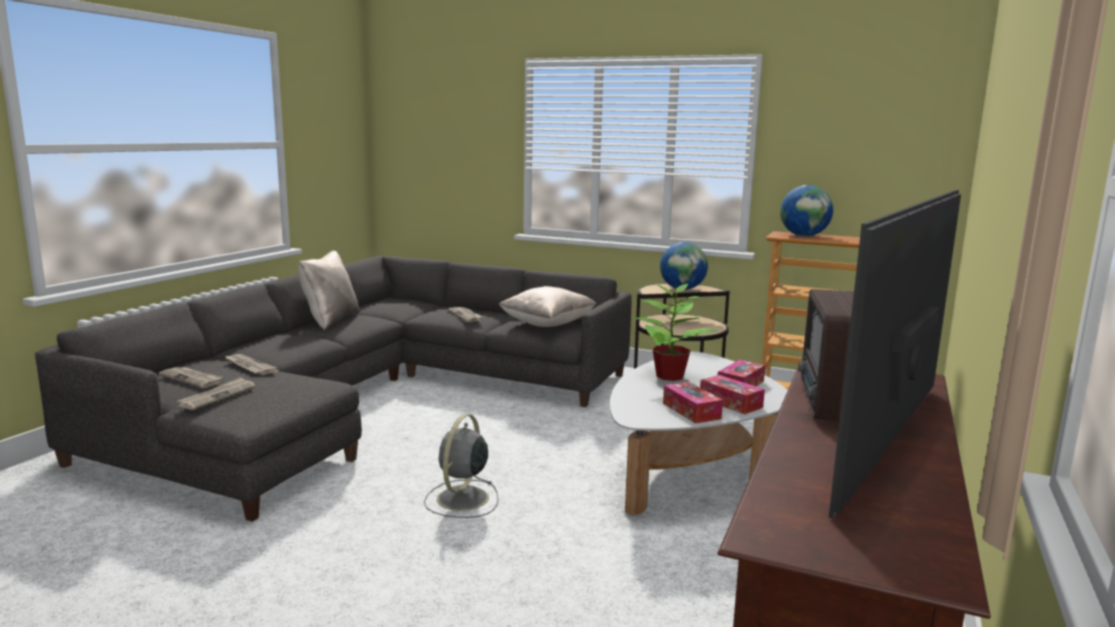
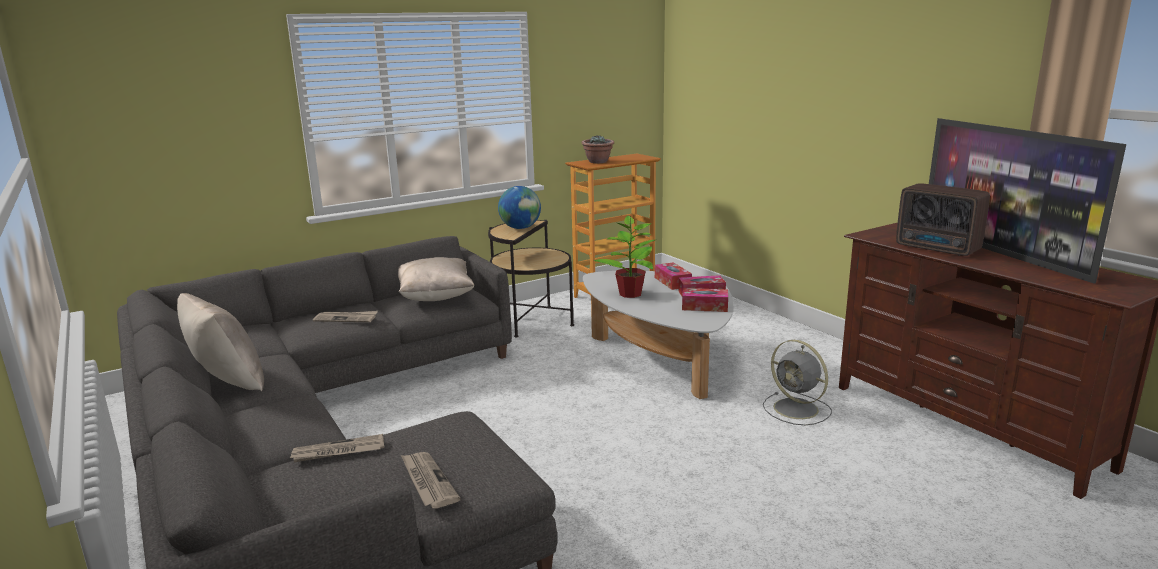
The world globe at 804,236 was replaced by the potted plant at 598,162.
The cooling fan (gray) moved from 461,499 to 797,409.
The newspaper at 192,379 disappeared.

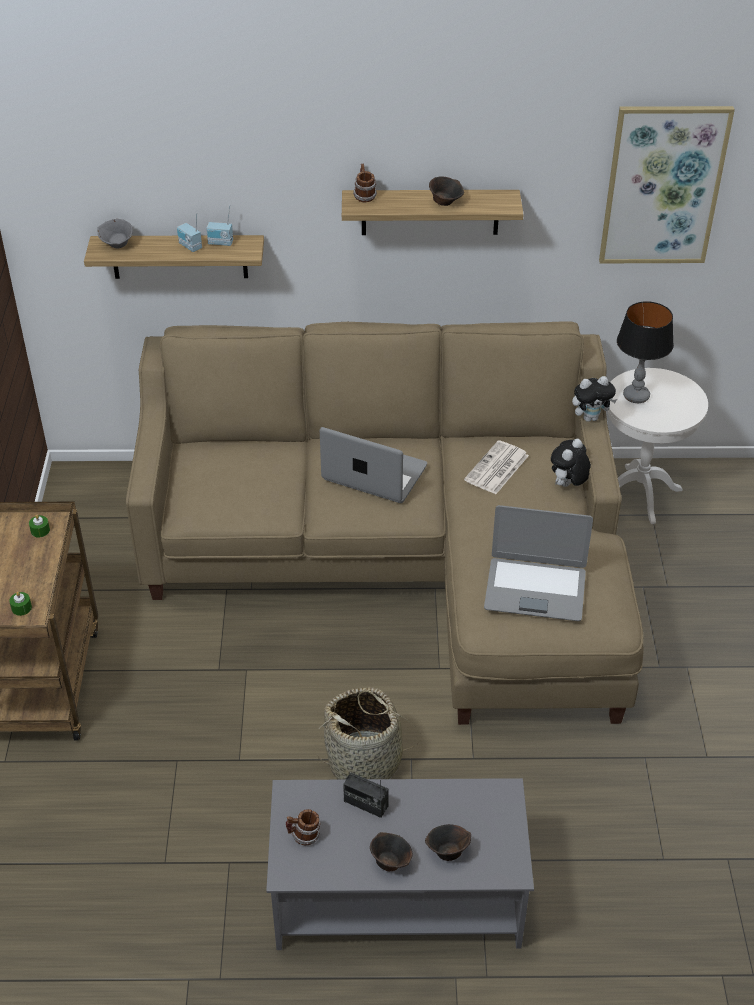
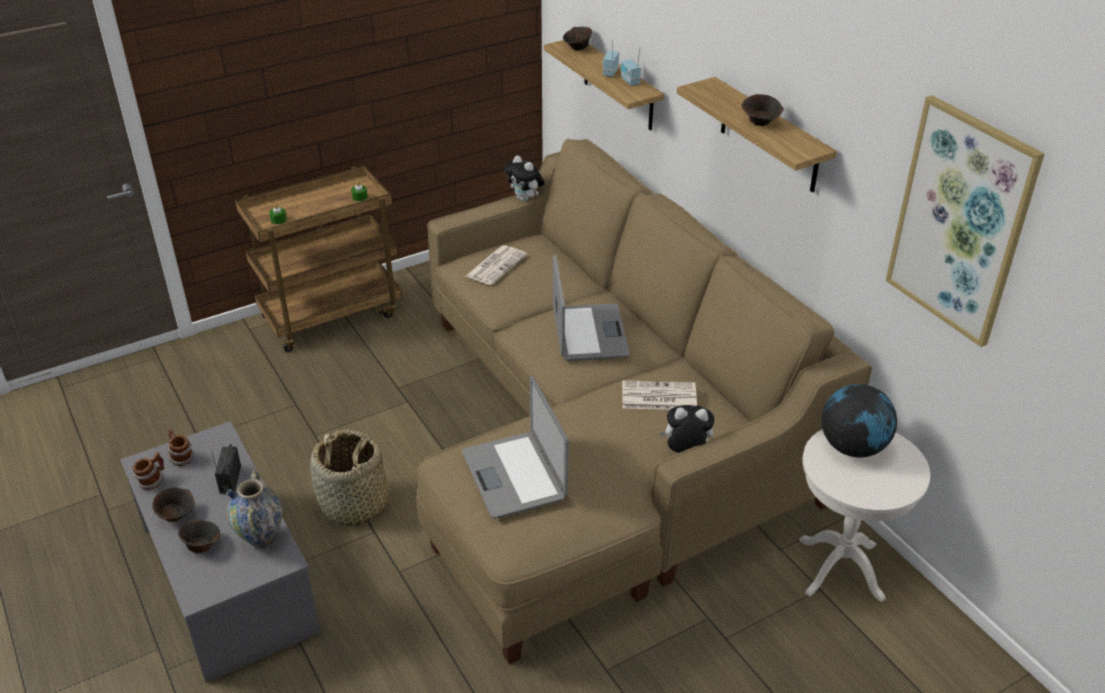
The mug moved from 364,196 to 152,481.
The flower vase at 261,539 appeared.
The newspaper at 496,265 appeared.
The plush toy moved from 590,417 to 525,199.
The deep dish (gray) at 117,245 became the deep dish (brown) at 577,48.
The tabletop lamp at 636,396 was replaced by the world globe at 852,447.

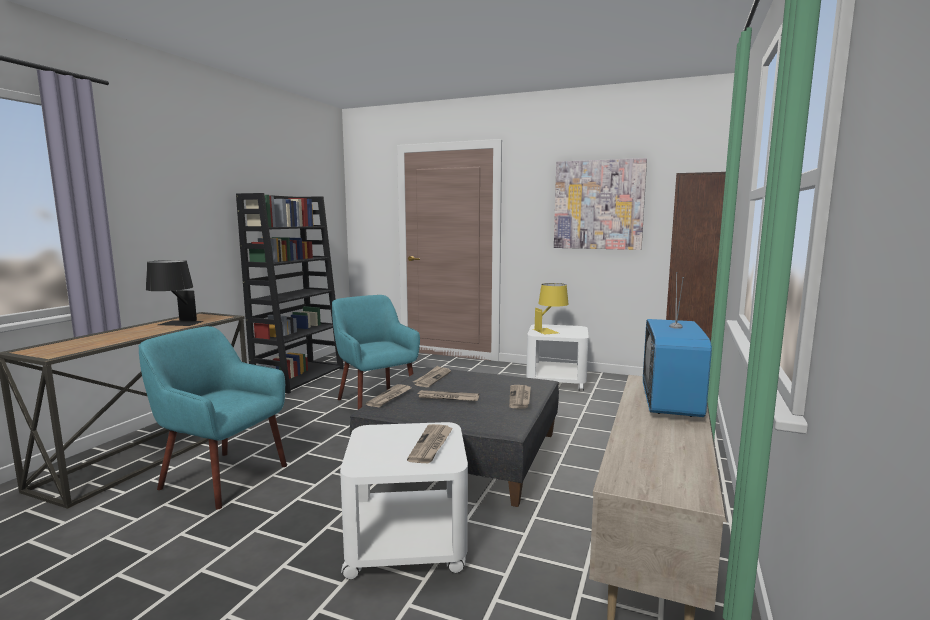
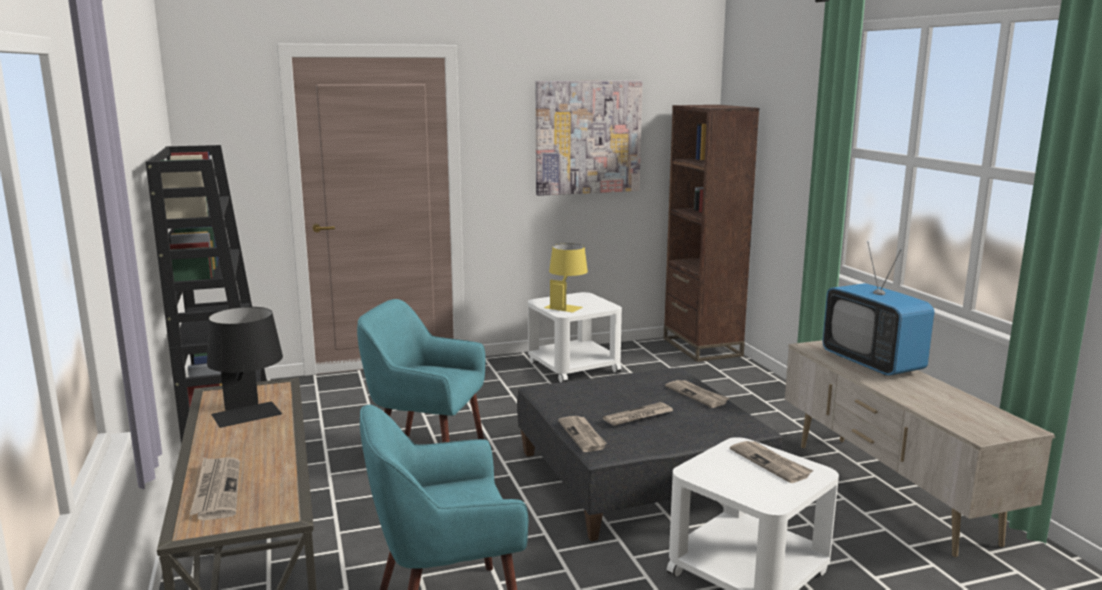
The newspaper moved from 432,378 to 216,490.

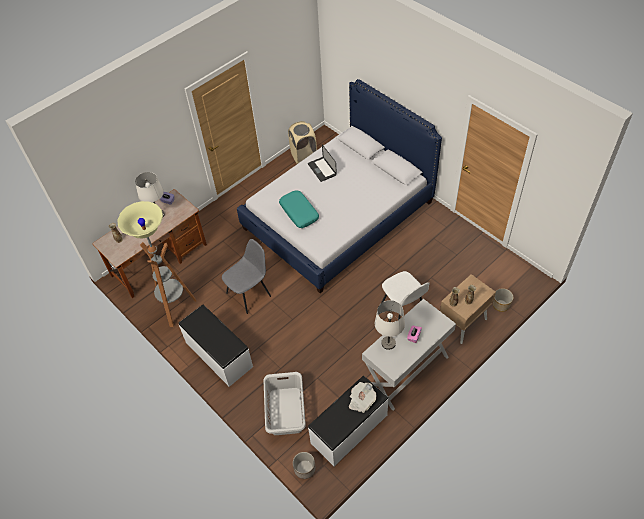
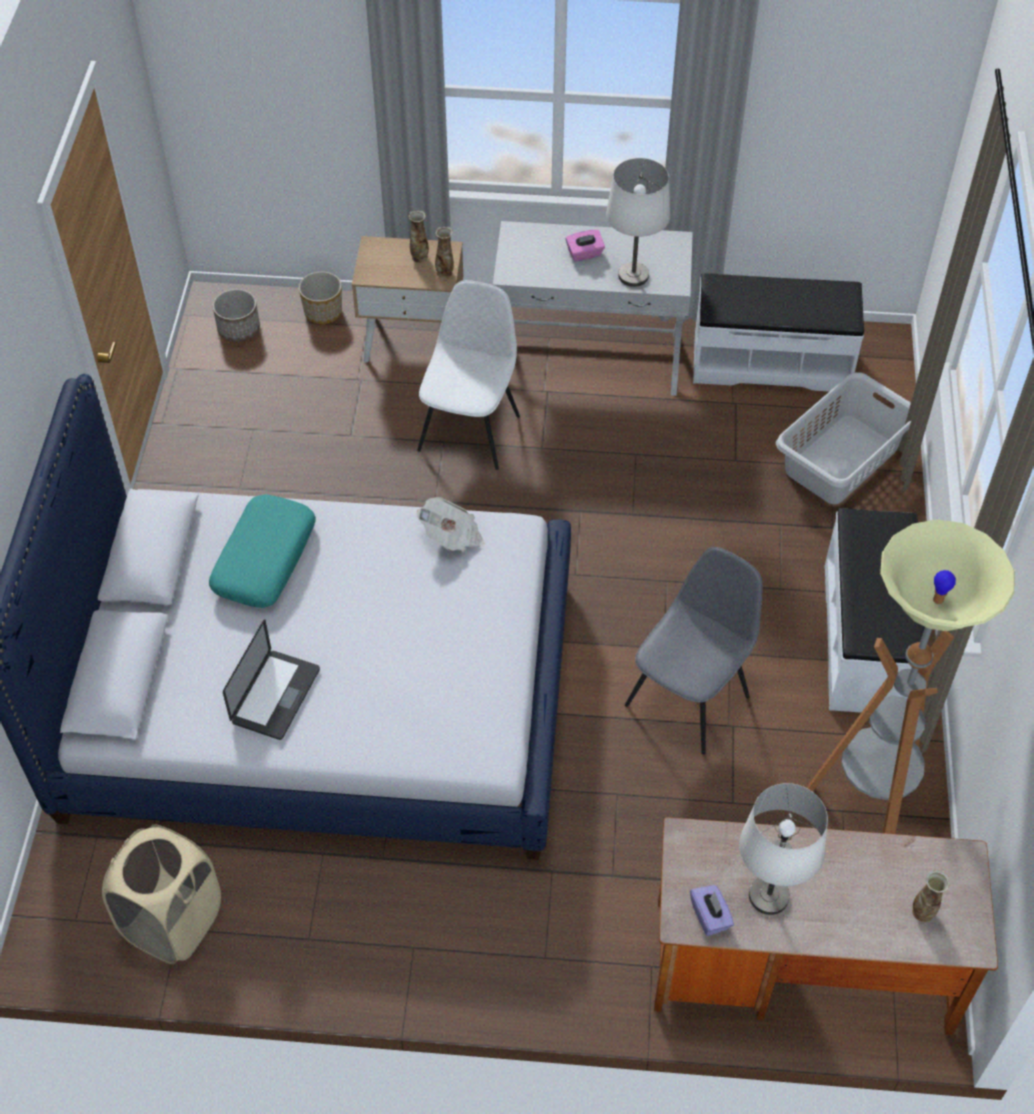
The pillow (blue-green) moved from 299,212 to 264,559.
The flower pot moved from 304,468 to 238,329.
The newspaper moved from 361,401 to 452,536.
The upright chair (gray) at 249,294 turned 120 degrees clockwise.

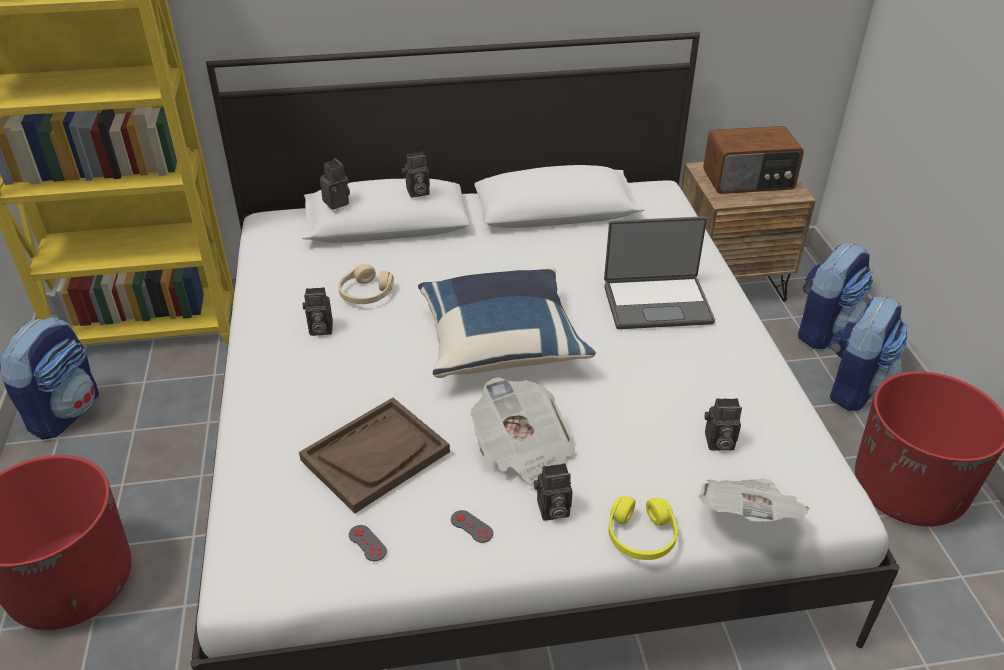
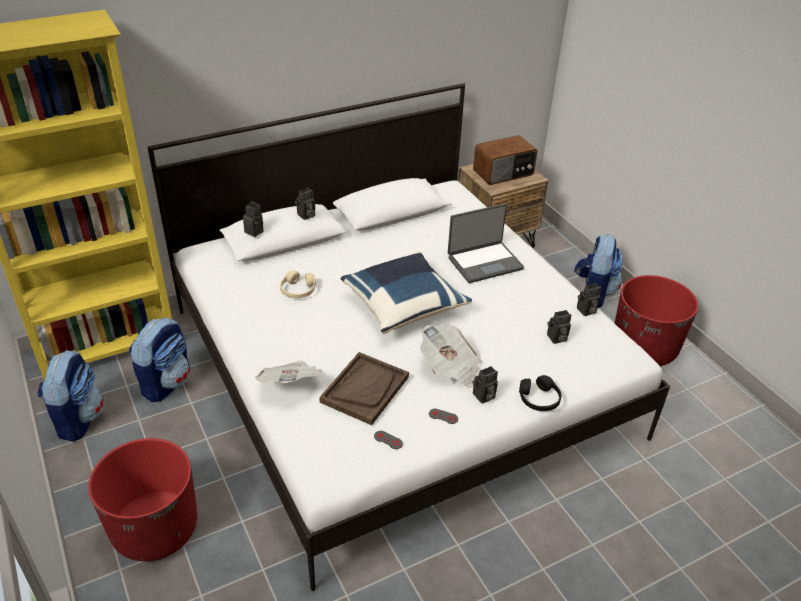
The rucksack moved from 824,330 to 166,382.
The newspaper moved from 748,517 to 290,384.
The pair of headphones (yellow) at 641,536 became the pair of headphones (black) at 539,399.
The photo camera moved from 319,329 to 586,311.

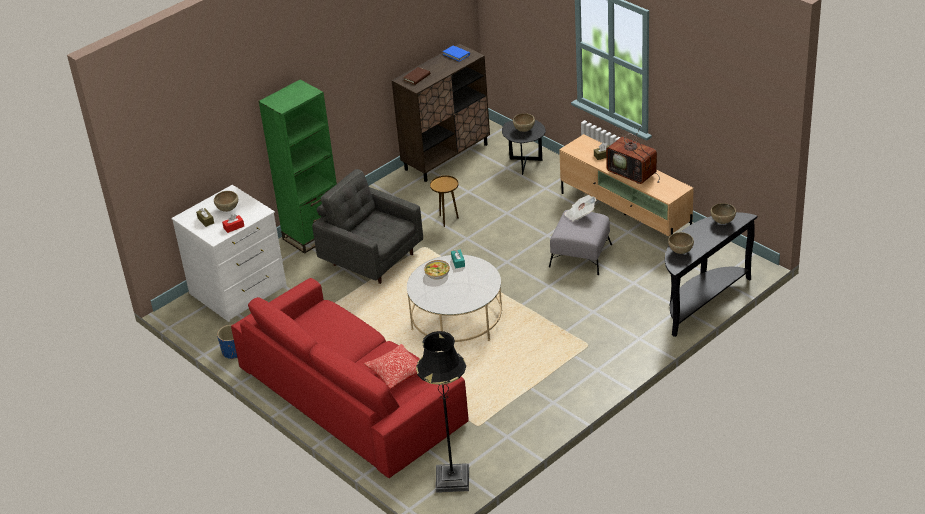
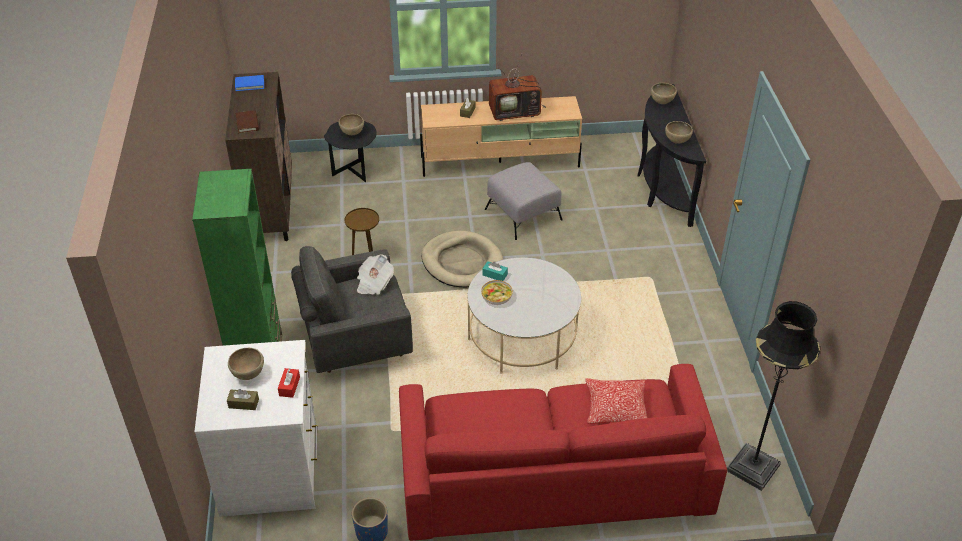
The newspaper moved from 580,215 to 374,283.
The pet bed (beige) at 462,262 appeared.

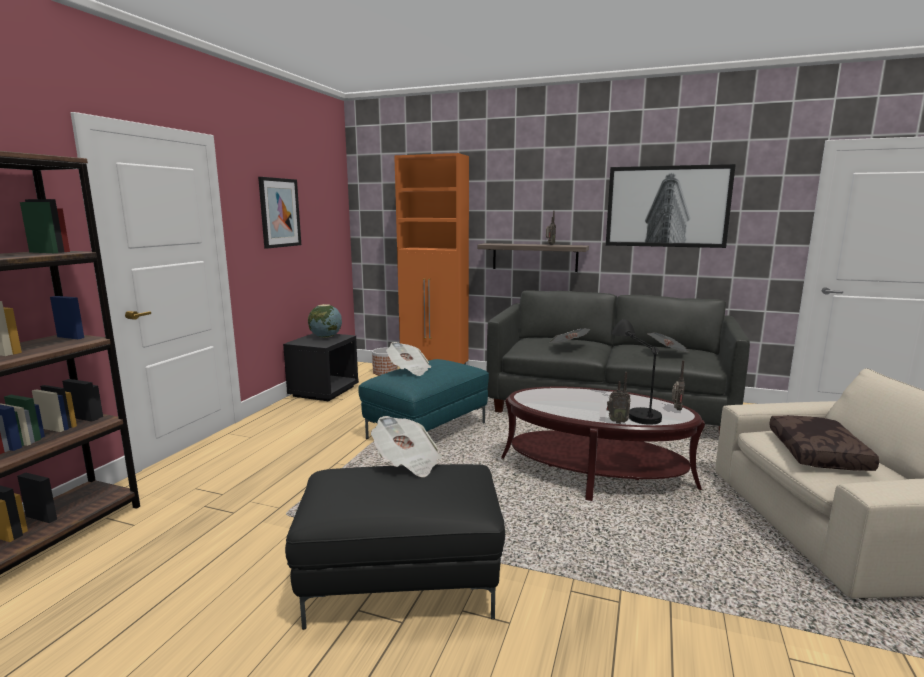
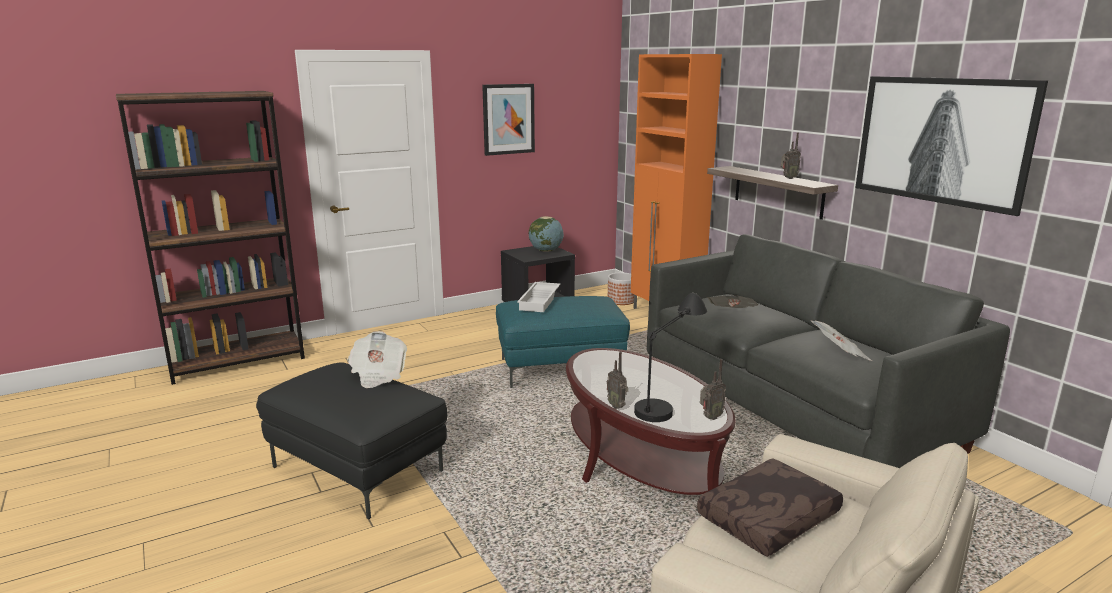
The newspaper at 409,370 was replaced by the tray (white-coloured) at 540,301.

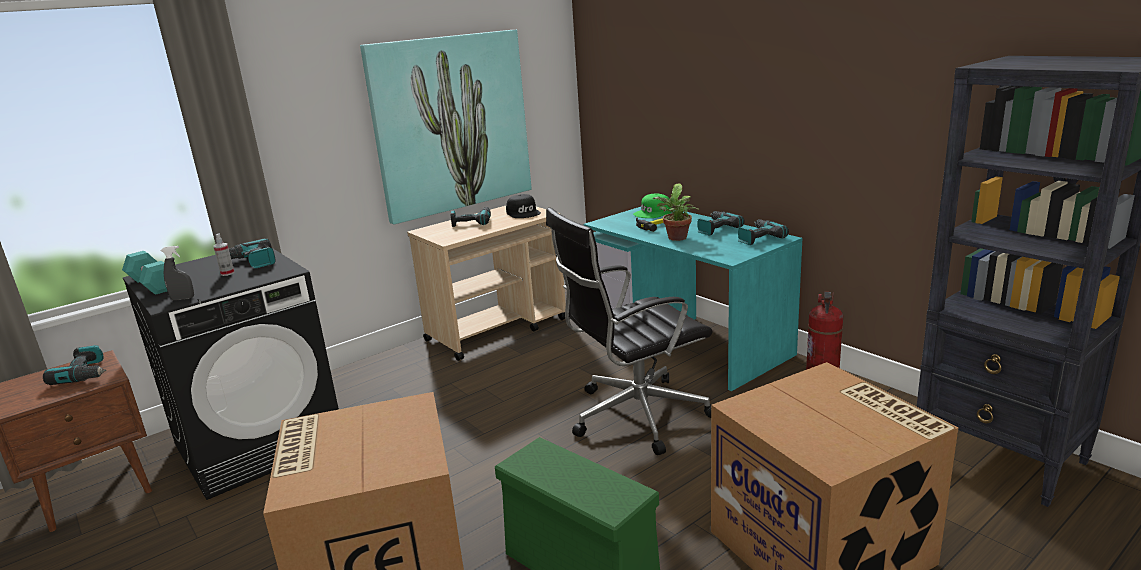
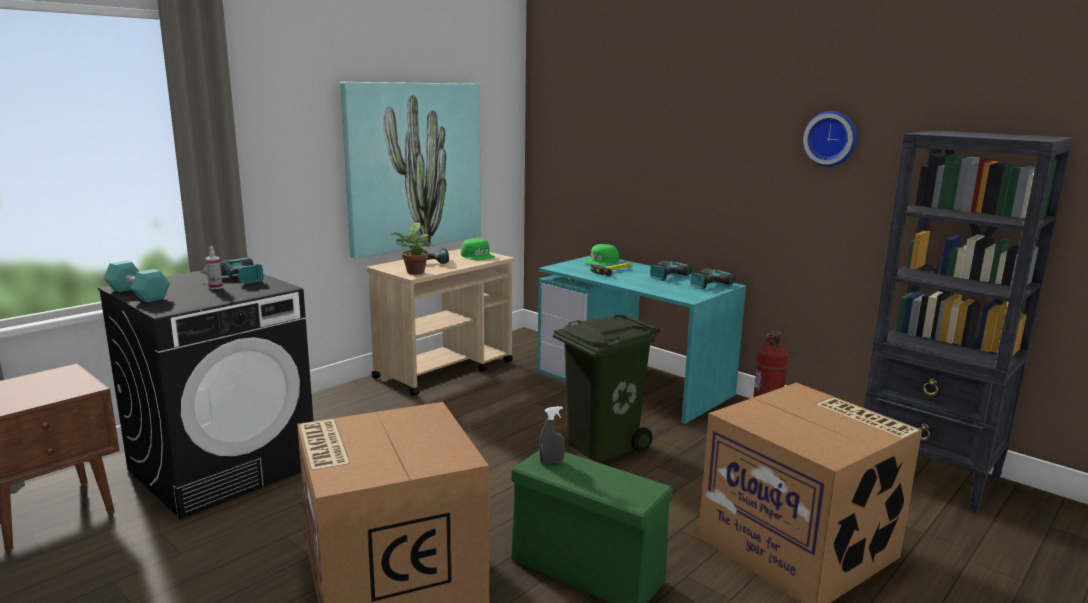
The potted plant moved from 676,238 to 414,273.
The cap (black) at 524,213 became the cap (green-coloured) at 478,256.
The hand sprayer (gray) moved from 183,299 to 551,462.
The computer chair (black) at 635,415 was replaced by the waste bin (green-coloured) at 601,443.
The hanging clock at 831,138 appeared.
The power drill at 86,373 disappeared.

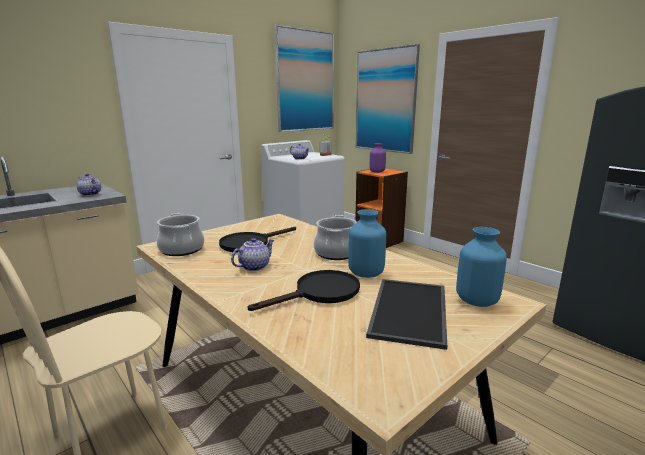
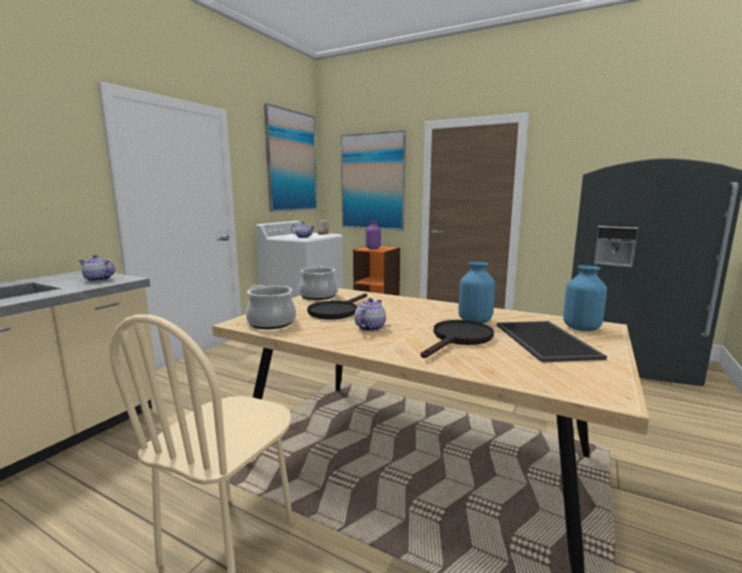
The cooking pot moved from 336,253 to 318,296.

